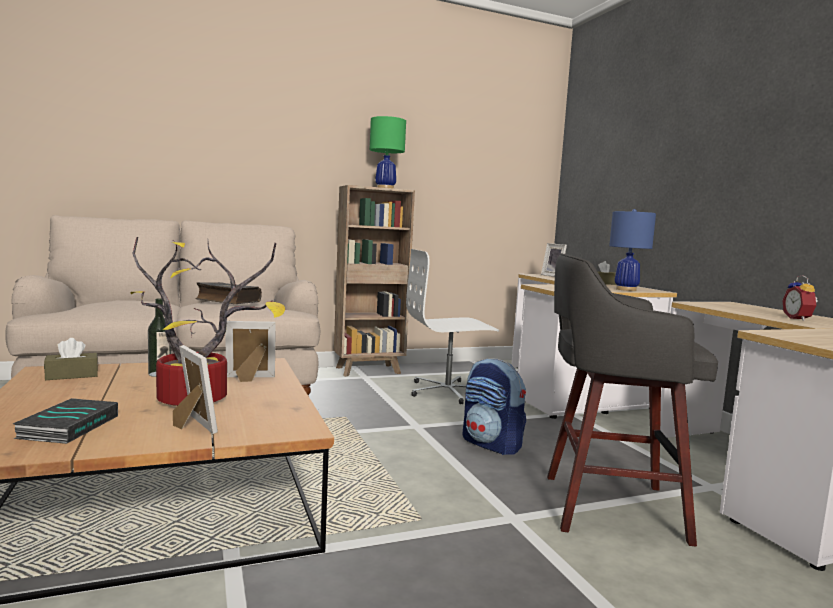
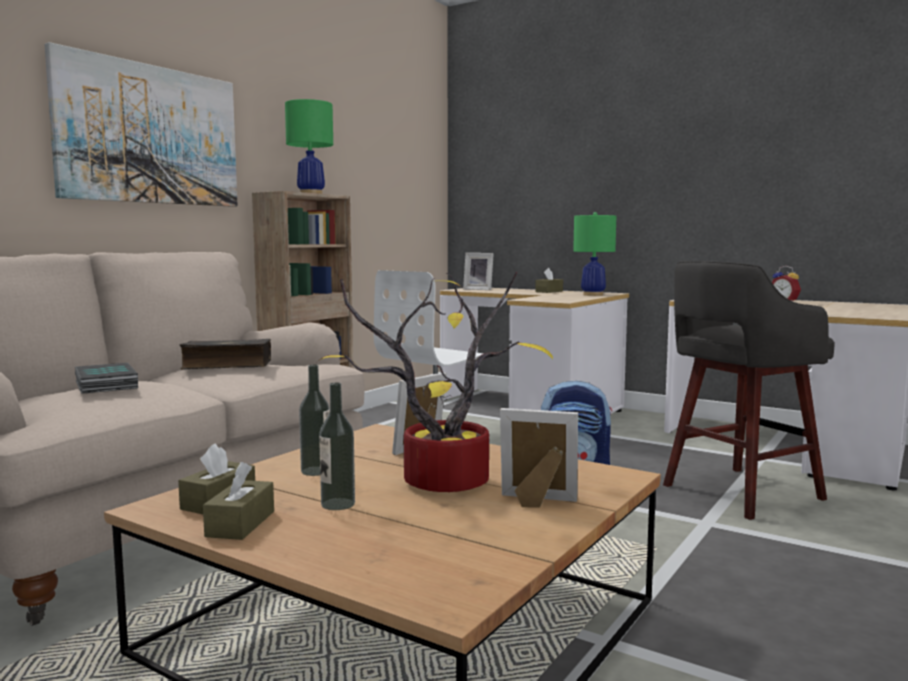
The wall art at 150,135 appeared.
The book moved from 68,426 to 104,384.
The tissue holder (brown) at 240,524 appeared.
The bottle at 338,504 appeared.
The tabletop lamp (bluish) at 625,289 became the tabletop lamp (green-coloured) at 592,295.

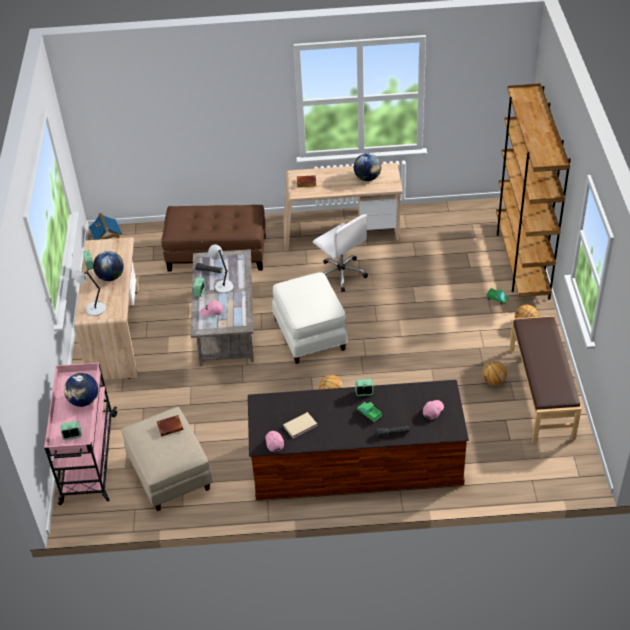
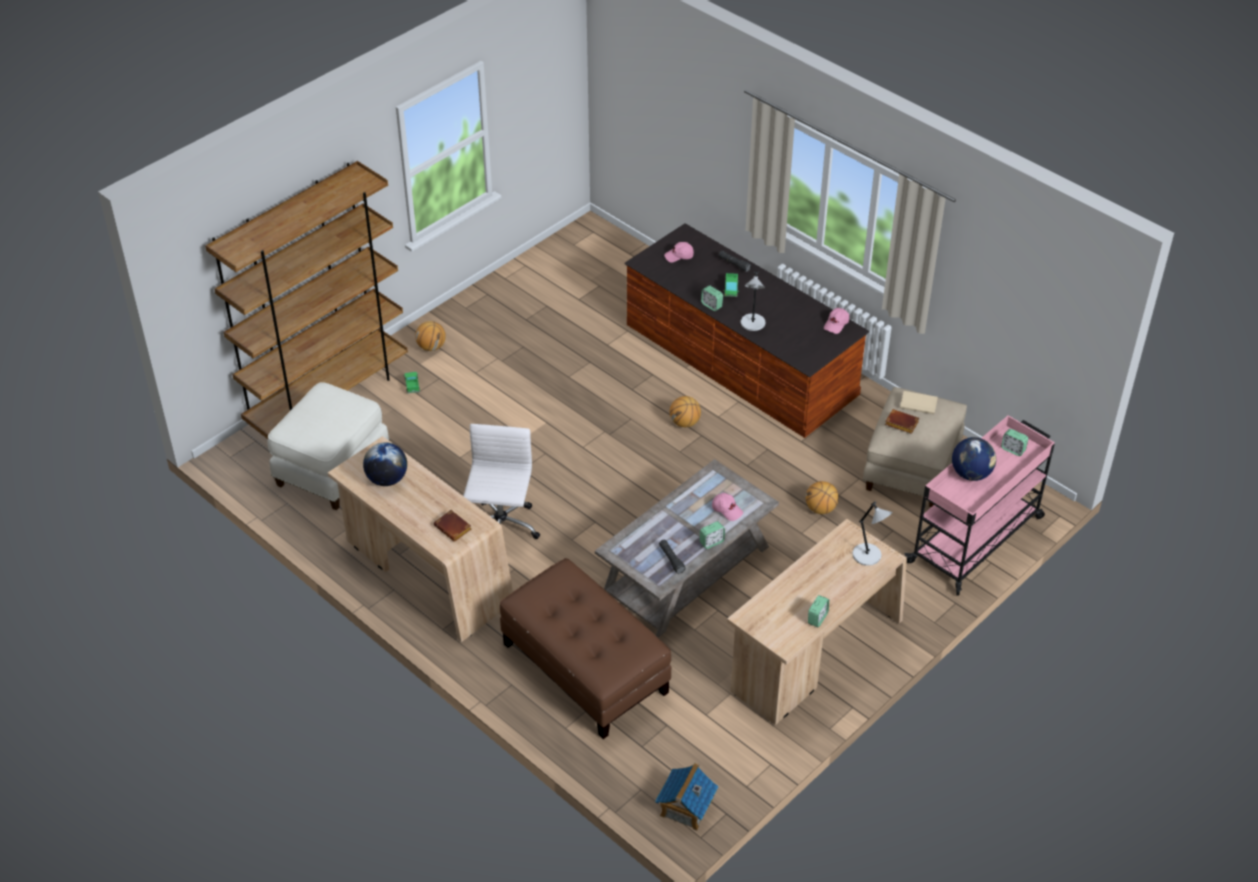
The pouffe (white-coloured) moved from 310,334 to 331,467.
The tabletop lamp (gray) moved from 223,286 to 752,324.
The basketball ball moved from 493,381 to 820,509.
The book (beige) moved from 301,426 to 918,403.
The world globe at 111,277 disappeared.
The indoor bench (brown) at 541,393 disappeared.

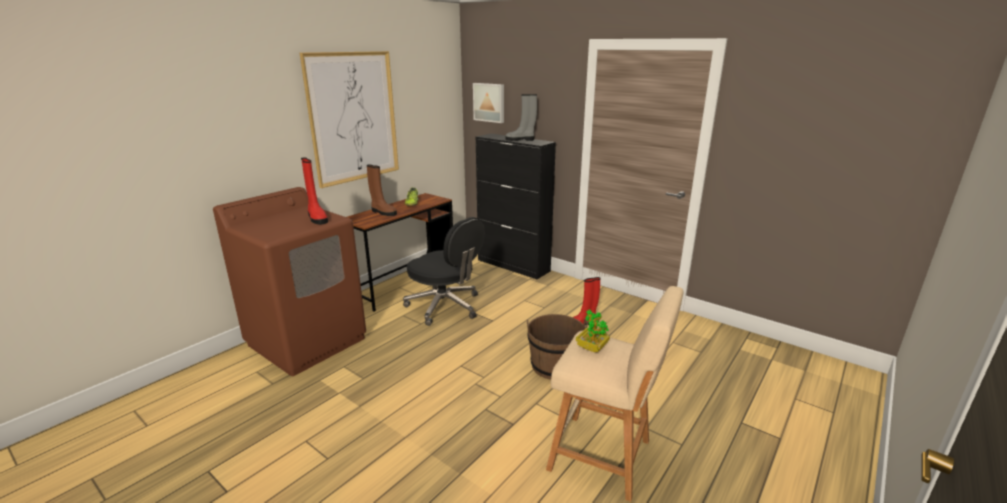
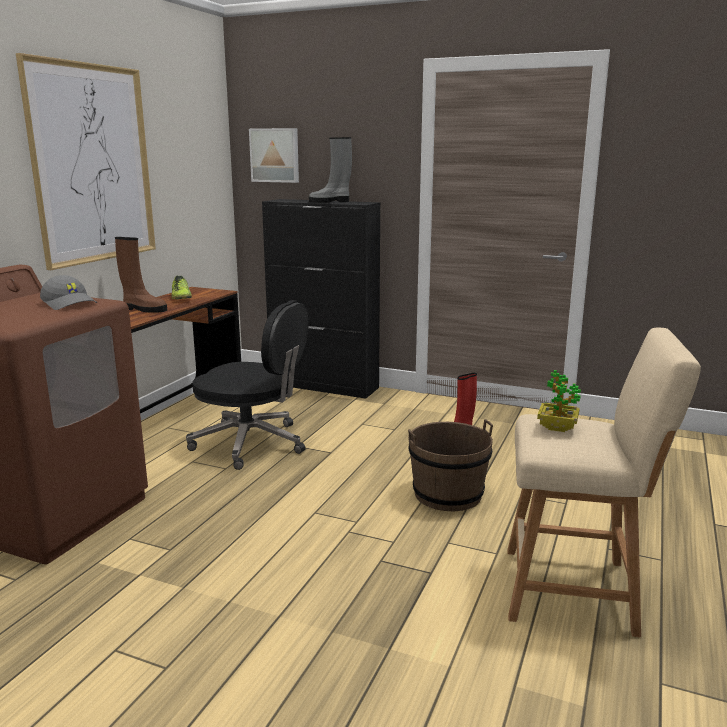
The boot (red-coloured) at 317,218 was replaced by the cap (gray) at 70,303.

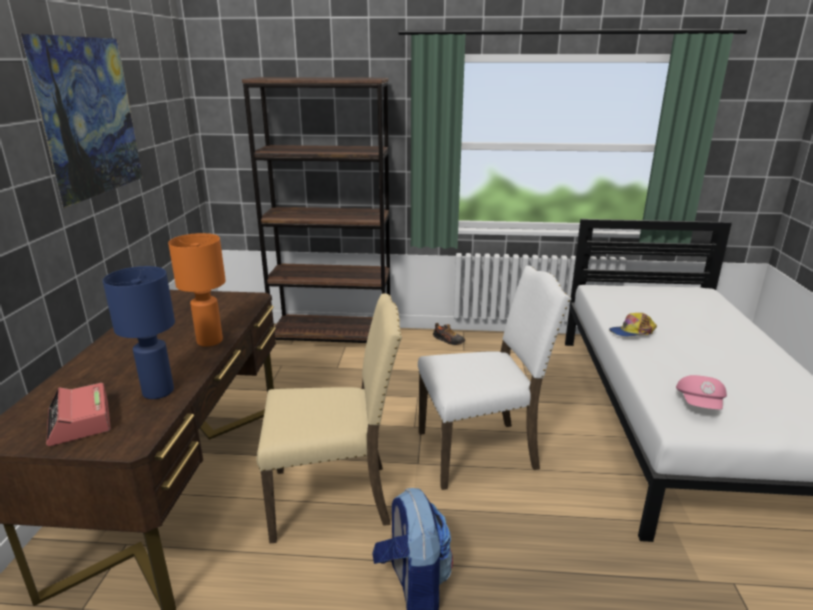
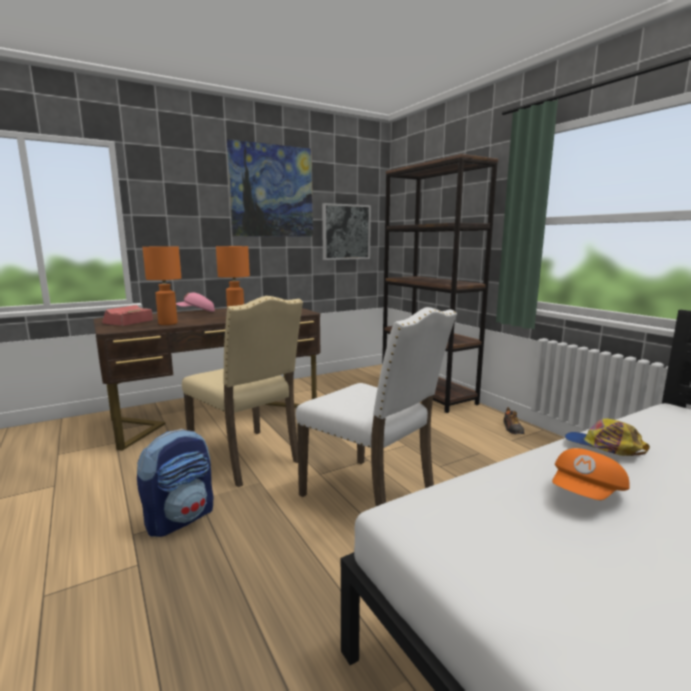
The tabletop lamp (bluish) at 157,391 became the tabletop lamp (orangey) at 168,323.
The cap (pink) moved from 699,404 to 196,312.
The wall art at 346,232 appeared.
The cap (orangey) at 587,495 appeared.

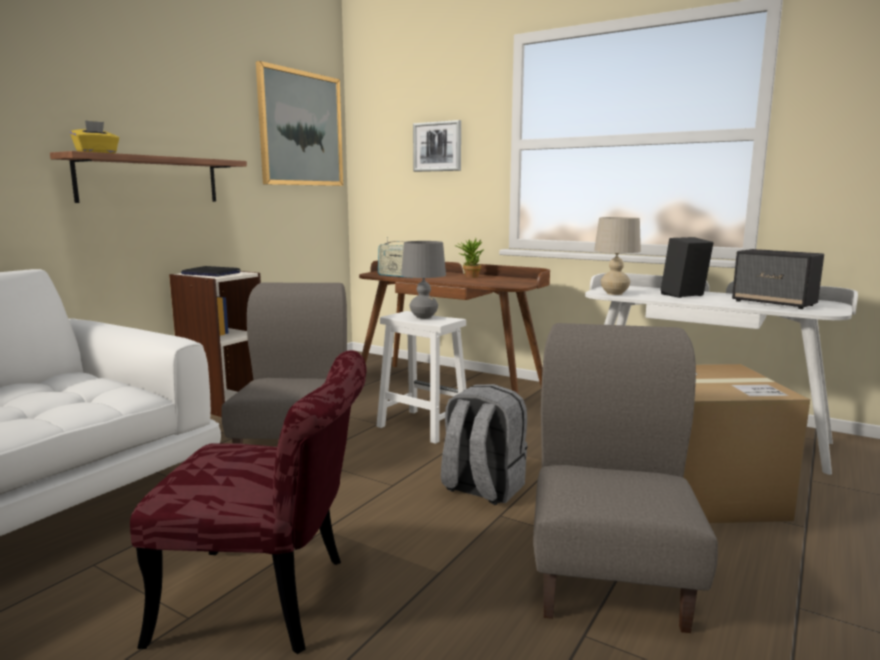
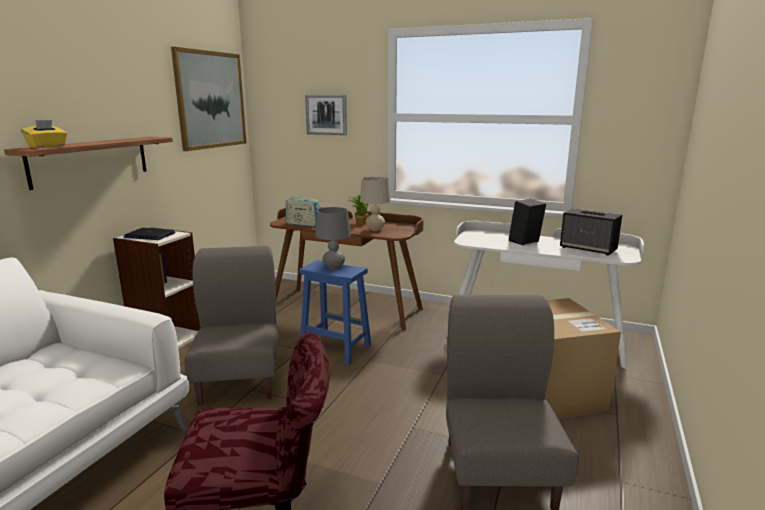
The sitting stool (white-coloured) at 422,426 became the sitting stool (bluish) at 334,348.
The tabletop lamp (beige) moved from 614,293 to 375,229.
The rucksack (gray) at 482,488 disappeared.

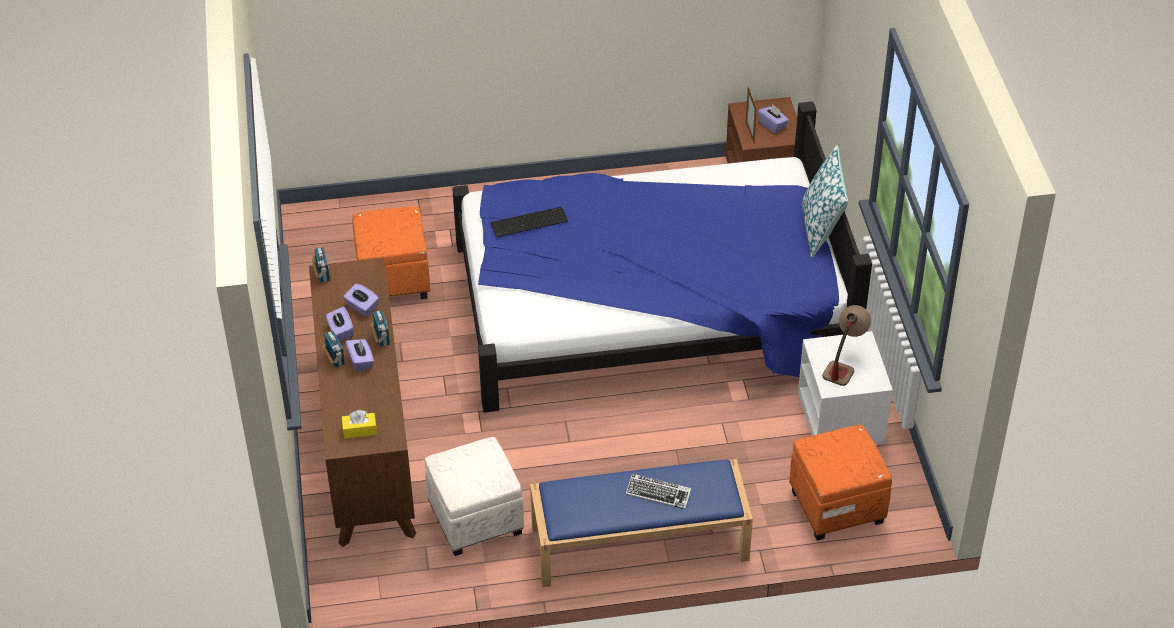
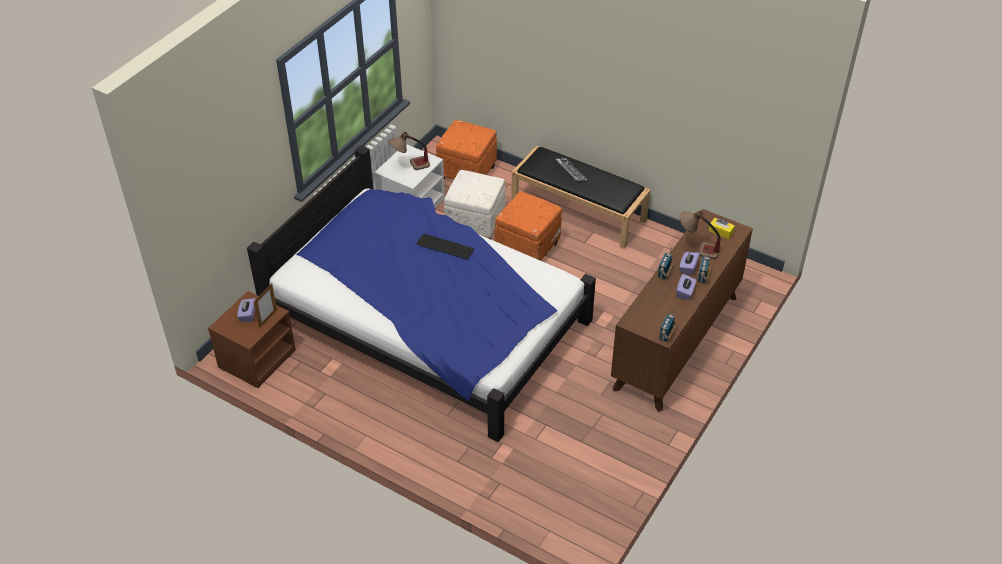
The keyboard moved from 530,223 to 445,245.
The pouffe (white-coloured) moved from 475,521 to 476,224.
The pouffe (orangey) moved from 394,281 to 527,248.
The indoor bench (bluish) at 638,544 became the indoor bench (black) at 579,211.
The tabletop lamp at 697,249 appeared.
The tissue holder (purplish) at 362,307 disappeared.
The pillow at 821,229 disappeared.

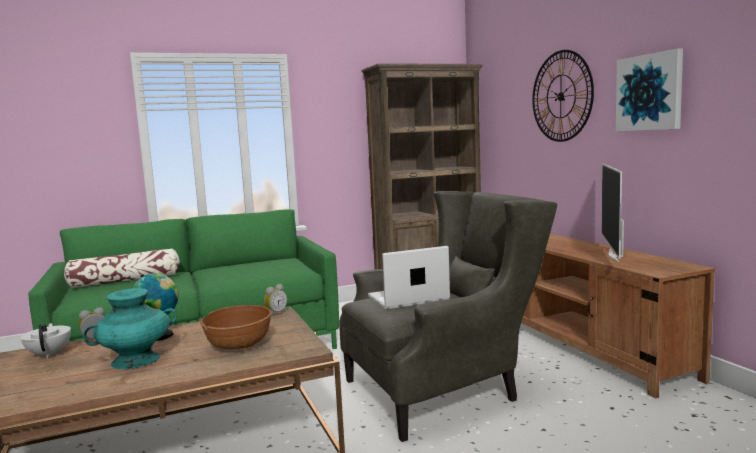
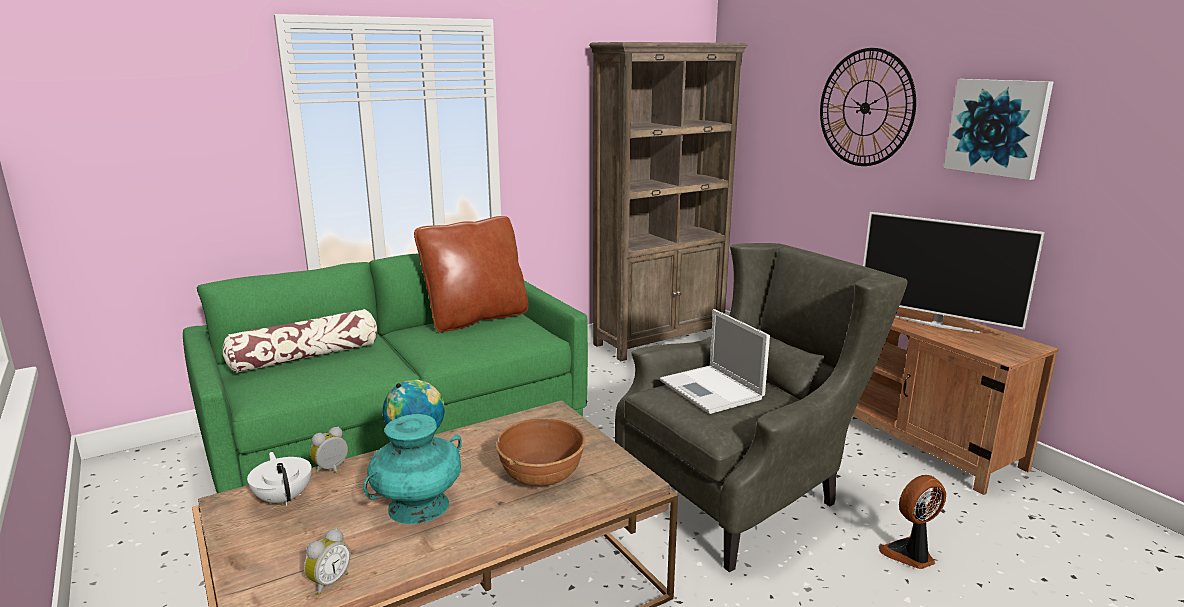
The alarm clock moved from 275,313 to 328,582.
The pillow (brown) at 476,318 appeared.
The notebook computer at 406,298 turned 90 degrees counterclockwise.
The TV set at 615,256 turned 60 degrees counterclockwise.
The cooling fan at 910,555 appeared.

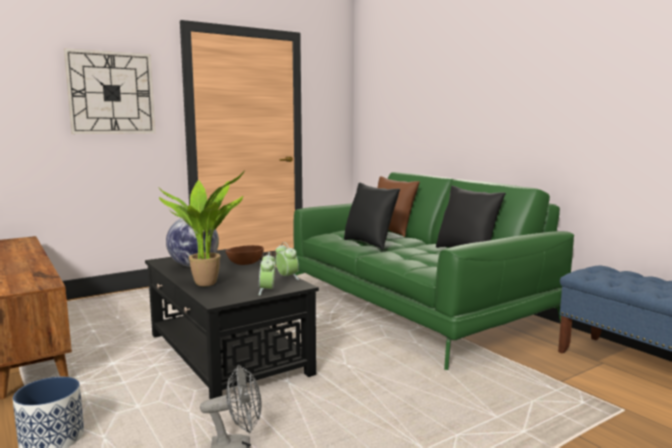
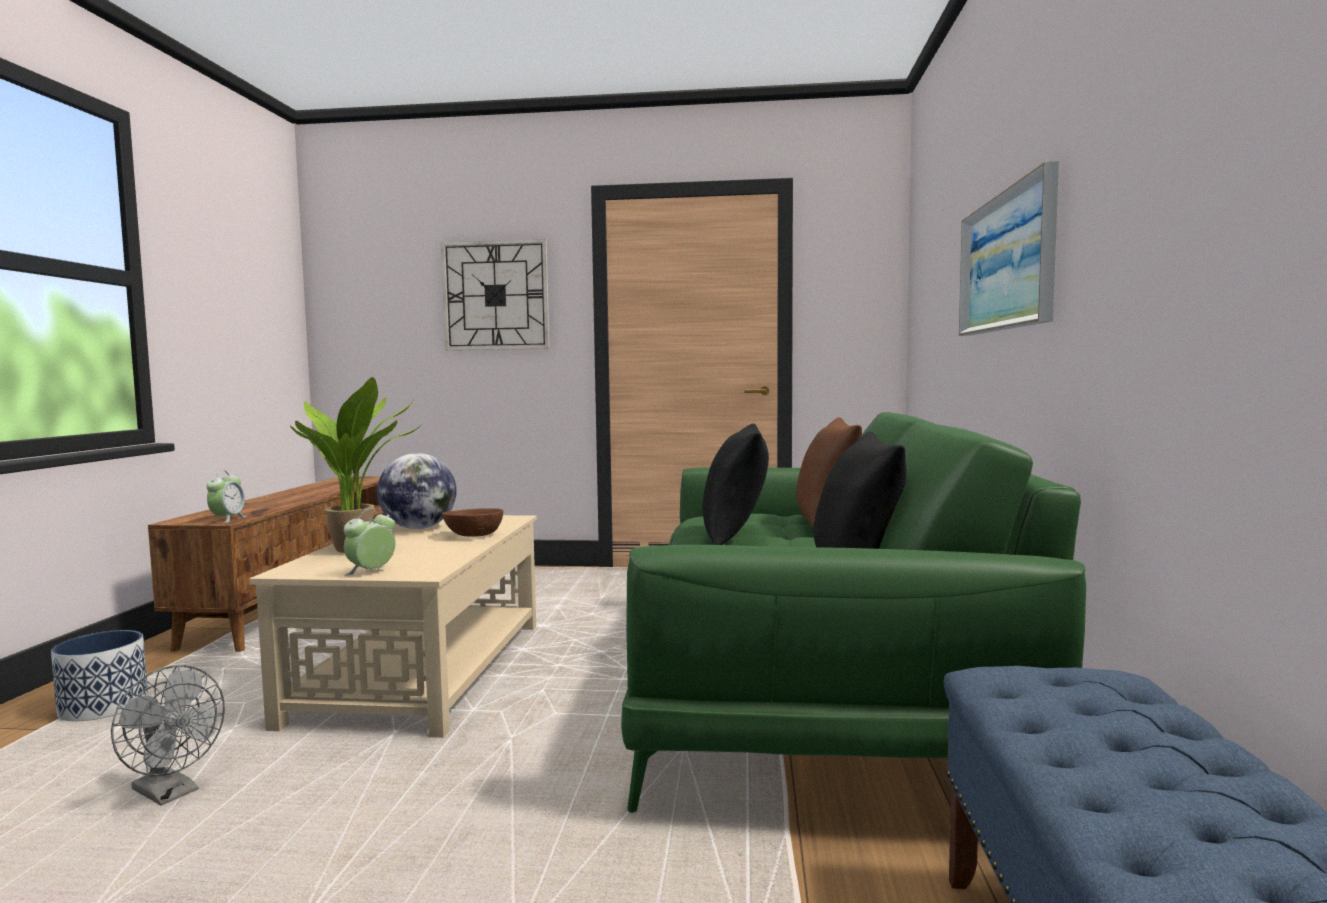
The alarm clock moved from 287,277 to 227,519.
The low table (black) at 227,354 became the low table (beige) at 422,671.
The wall art at 1006,263 appeared.

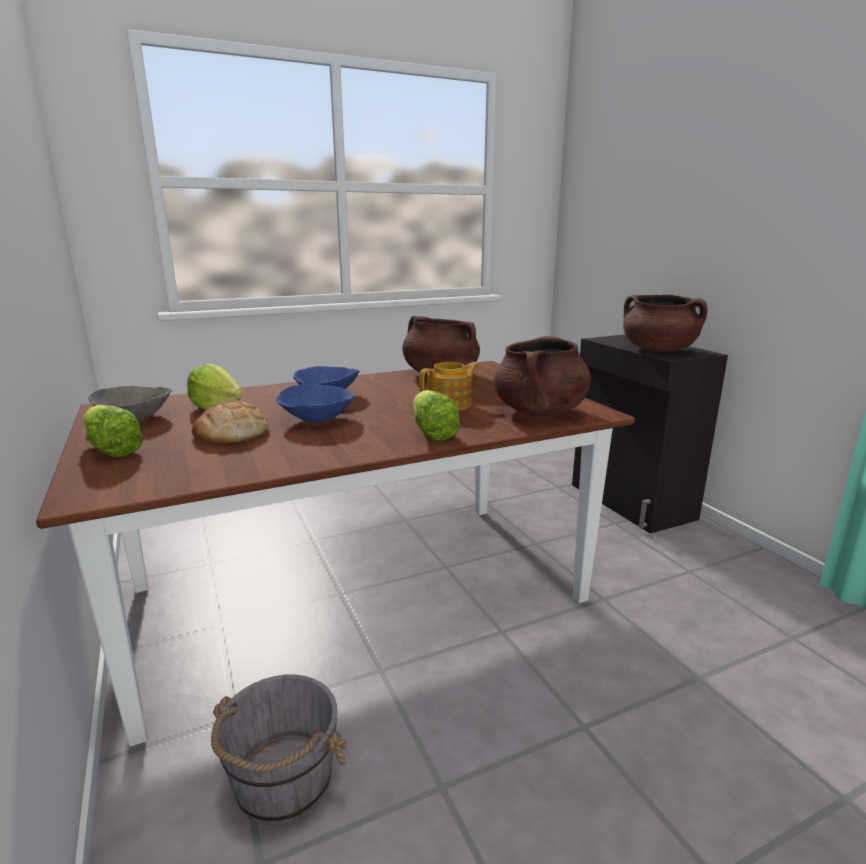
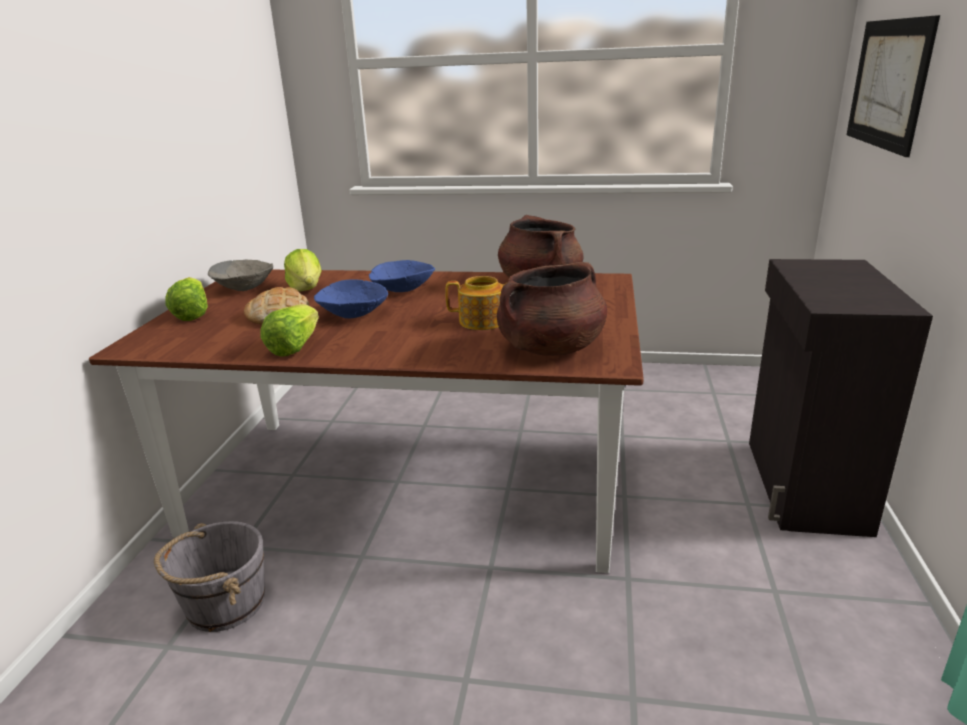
The head of lettuce moved from 432,433 to 294,347.
The wall art at 888,84 appeared.
The cooking pot (brown) at 658,350 disappeared.

